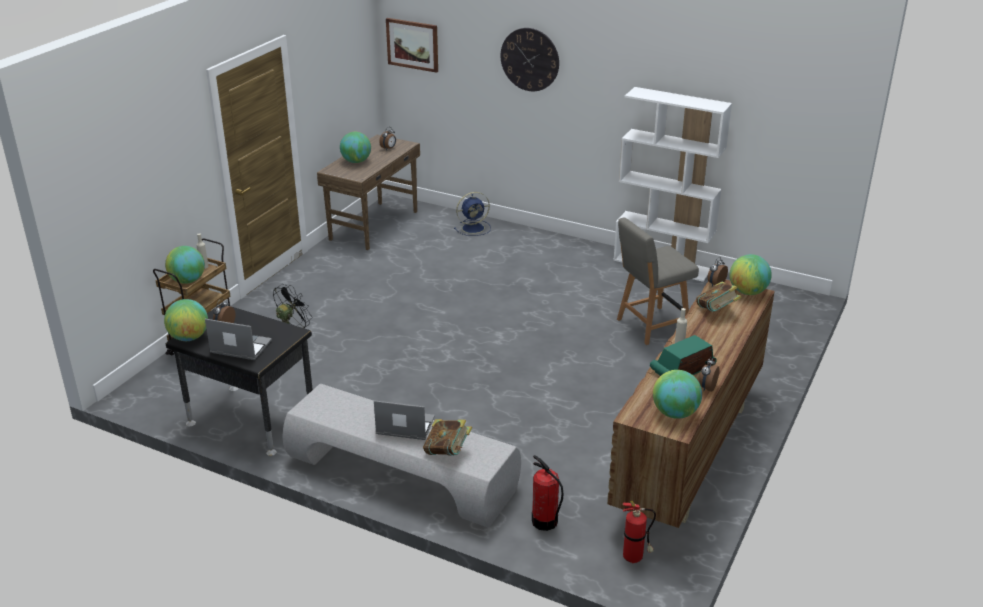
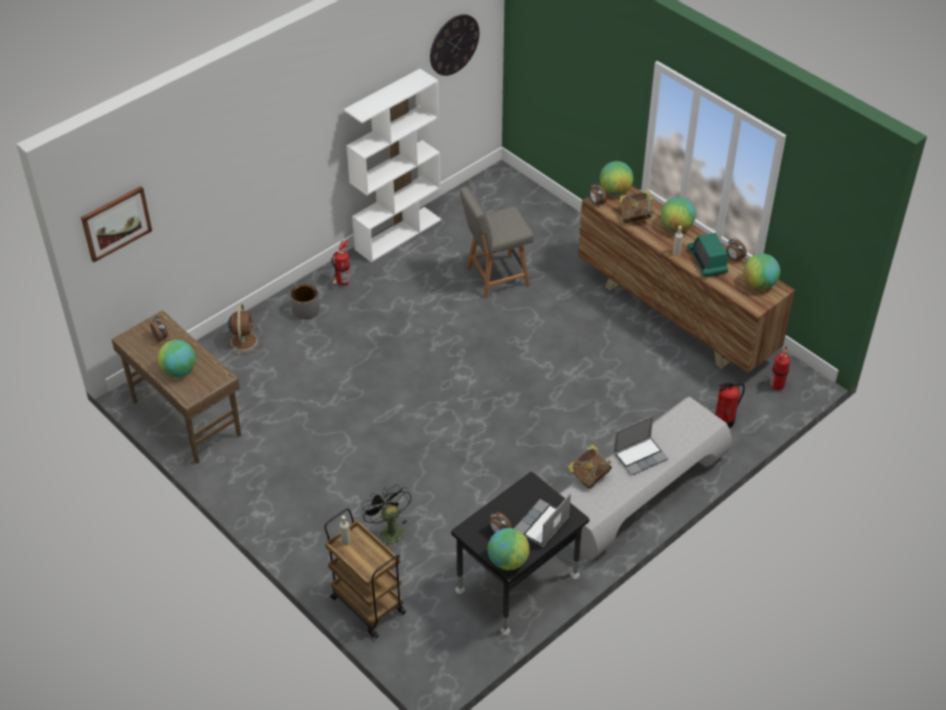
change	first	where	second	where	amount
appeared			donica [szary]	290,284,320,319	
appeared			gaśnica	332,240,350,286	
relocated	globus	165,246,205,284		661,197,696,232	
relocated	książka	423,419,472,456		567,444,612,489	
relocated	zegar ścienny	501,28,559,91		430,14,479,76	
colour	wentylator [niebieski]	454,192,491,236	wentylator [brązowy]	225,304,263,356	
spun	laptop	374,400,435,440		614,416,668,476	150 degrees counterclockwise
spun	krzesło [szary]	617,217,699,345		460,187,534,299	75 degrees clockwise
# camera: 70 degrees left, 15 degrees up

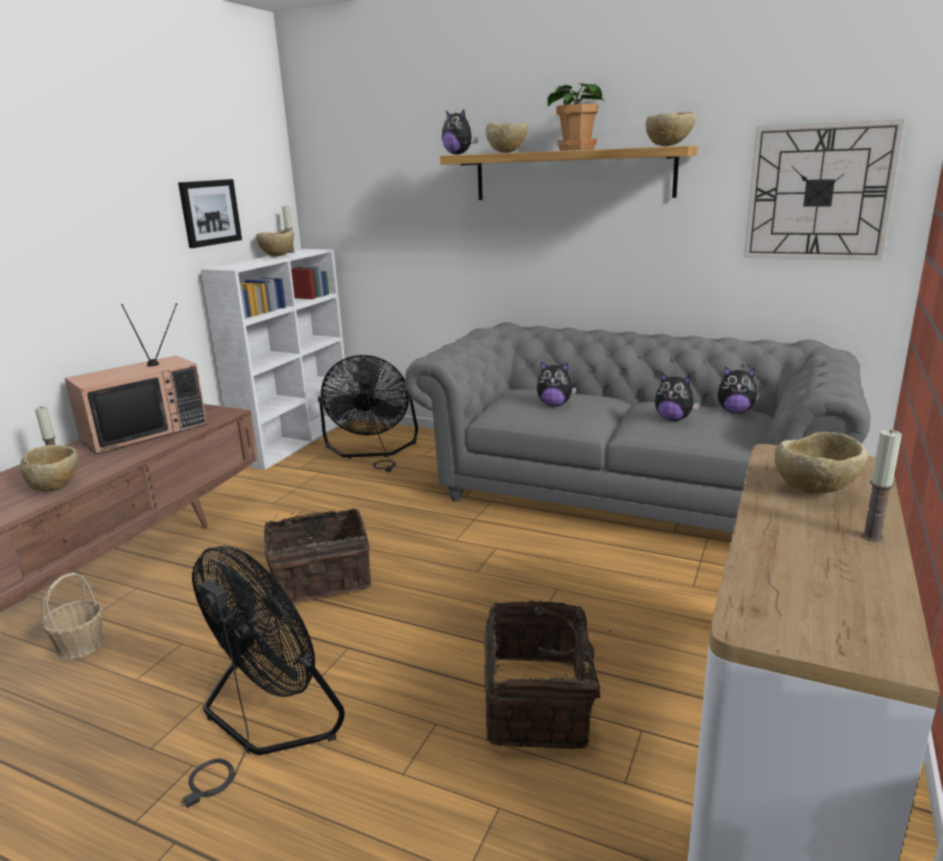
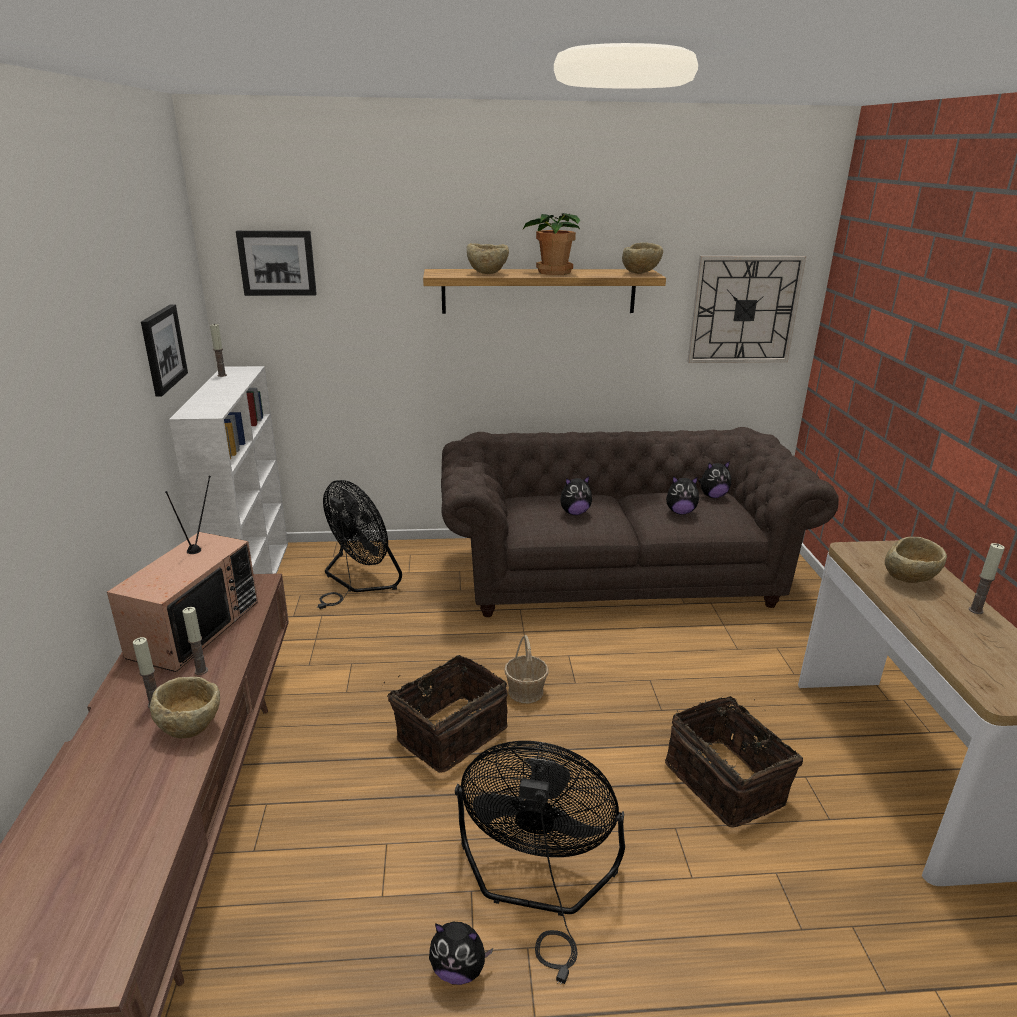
change	first	where	second	where	amount
missing	miska [beżowy]	256,229,294,256			
appeared			świeca	182,607,208,675	
appeared			obraz	236,230,317,296	
relocated	koszyk	41,573,105,659		504,635,548,703	
relocated	pluszak	442,109,478,155		429,922,493,985	
colour	kanapa [szary]	405,322,870,532	kanapa [brązowy]	441,427,839,617	
spun	wentylator [czarny]	318,355,418,472		317,480,402,609	75 degrees clockwise
# camera: 30 degrees left, 5 degrees up

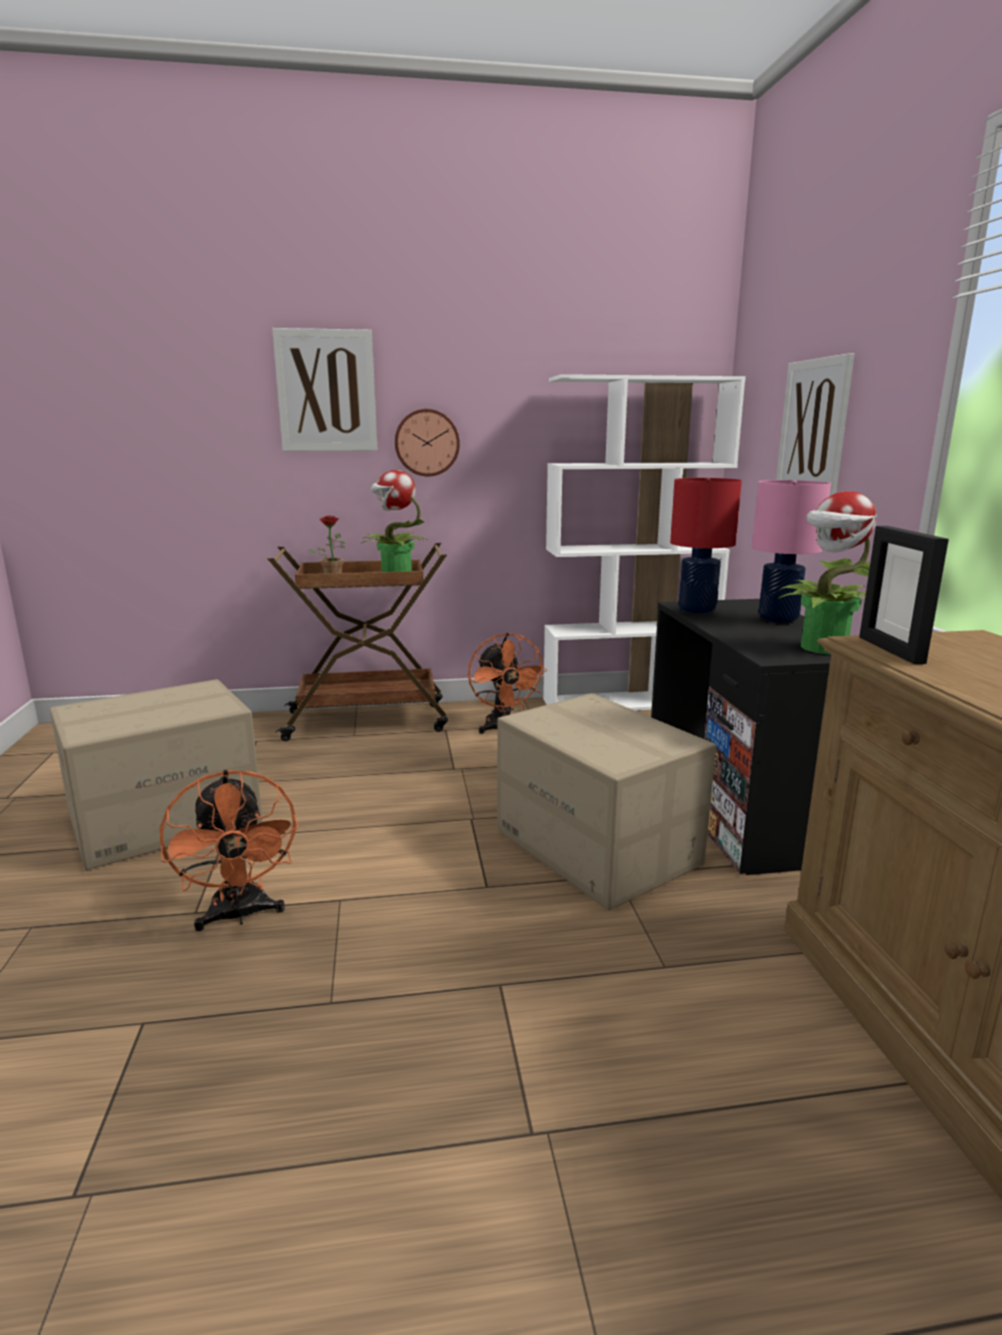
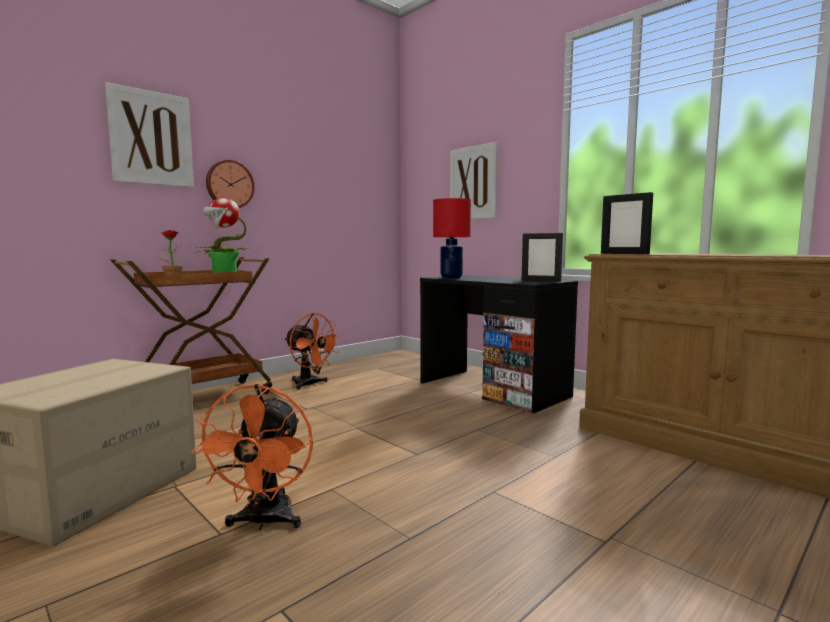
change	first	where	second	where	amount
missing	karton	497,693,716,910			
missing	regał [biały]	543,374,746,711			
missing	lampa stołowa [różowy]	752,480,831,623			
exchanged	roślina doniczkowa	778,491,877,655	ramka na zdjęcie	522,233,563,282	
spun	wentylator [pomarańczowy]	160,769,298,931		191,384,313,530	60 degrees clockwise
# camera: 35 degrees left, 10 degrees down

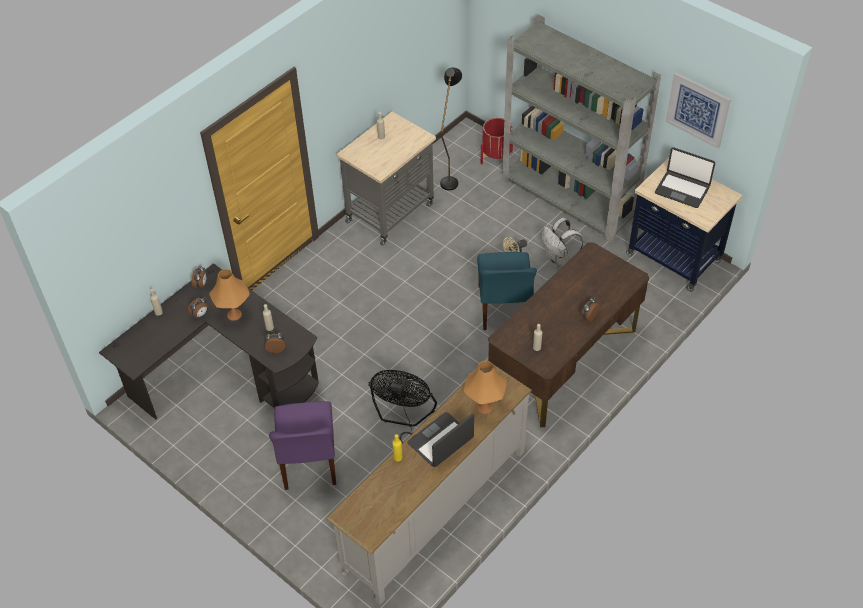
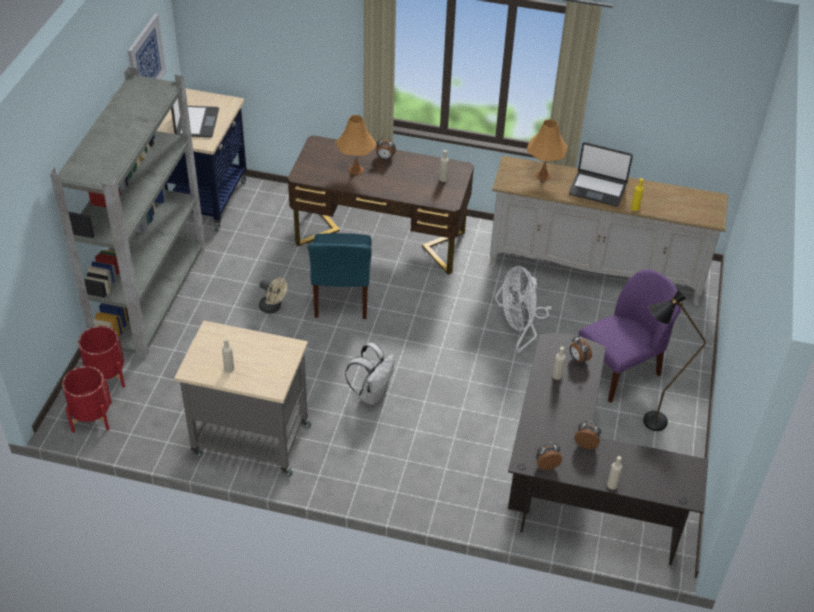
change	first	where	second	where	amount
appeared			donica [czerwony]	62,366,112,433	
relocated	lampa stołowa [pomarańczowy]	209,269,250,321		336,115,377,175	
relocated	lampa stojąca [czarny]	440,67,462,190		643,290,706,431	
relocated	plecak [biały]	542,218,583,267		345,342,395,405	
colour	wentylator [czarny]	368,370,437,443	wentylator [biały]	495,266,553,353	
spun	krzesło [niebieski]	477,252,537,330		308,233,372,319	120 degrees clockwise
# camera: 120 degrees left, 5 degrees down

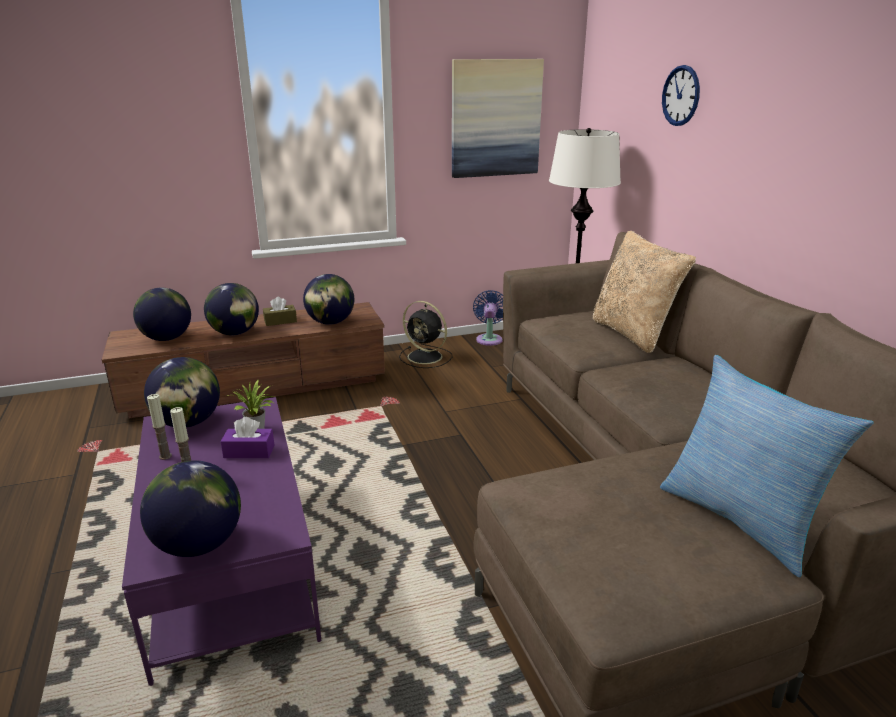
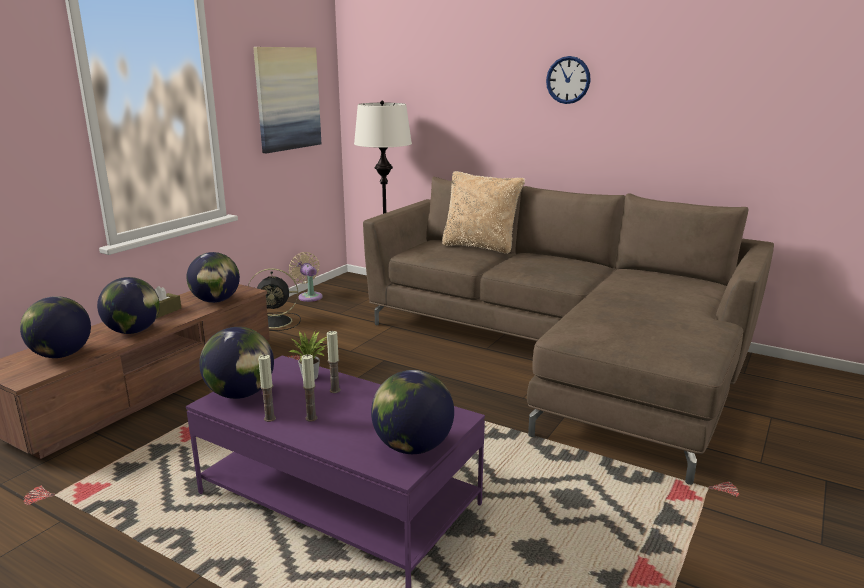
change	first	where	second	where	amount
missing	poduszka	660,355,874,578			
relocated	zegar ścienny	662,65,700,126		546,56,591,104	
exchanged	pudełko chusteczek [fioletowy]	220,417,274,458	świeca	327,331,341,393	
colour	wentylator [niebieski]	473,290,503,346	wentylator [beżowy]	289,252,323,302	
# camera: 40 degrees left, 5 degrees down

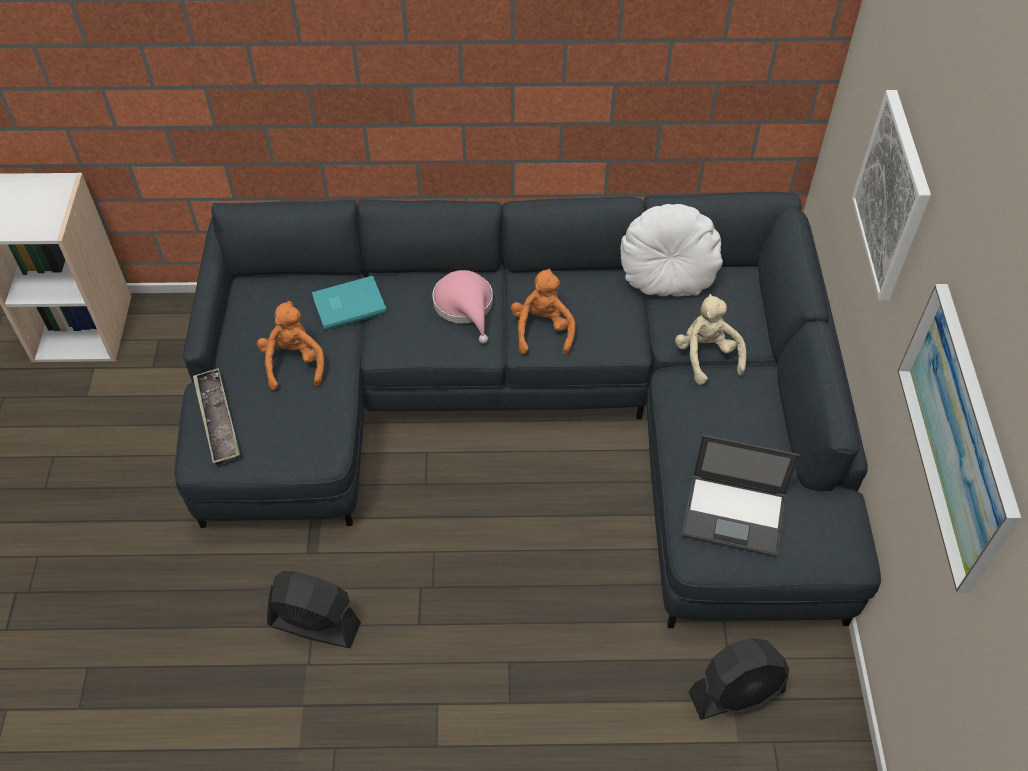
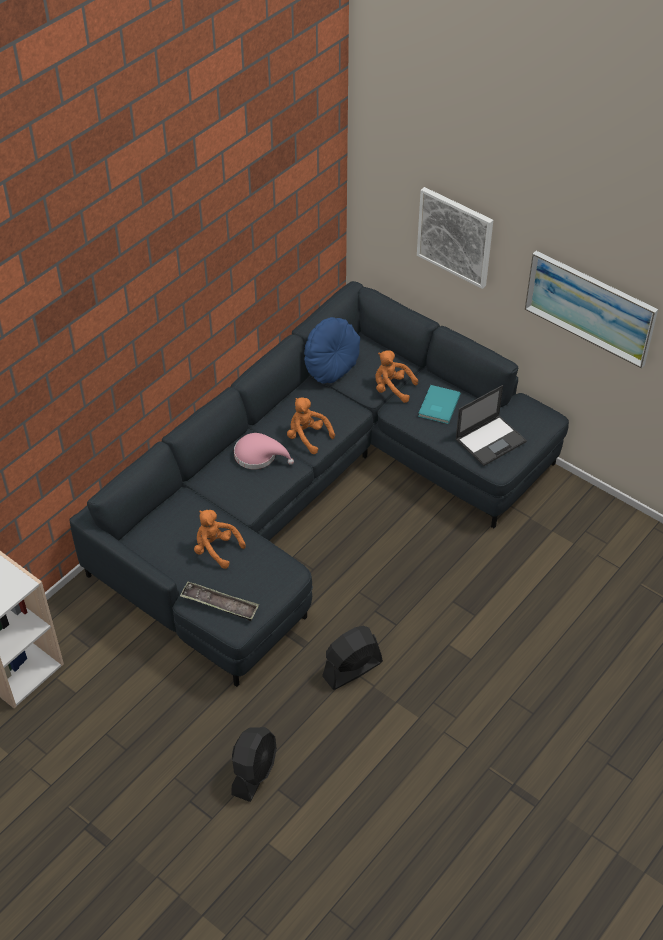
change	first	where	second	where	amount
relocated	książka [turkusowy]	312,276,387,330		418,385,461,424	
relocated	wentylator [czarny]	689,638,789,720		231,727,277,802	
colour	poduszka [biały]	621,204,723,297	poduszka [niebieski]	304,317,360,384	
colour	pluszak [beżowy]	675,294,747,385	pluszak [pomarańczowy]	375,350,418,403	
# camera: 50 degrees left, 5 degrees down

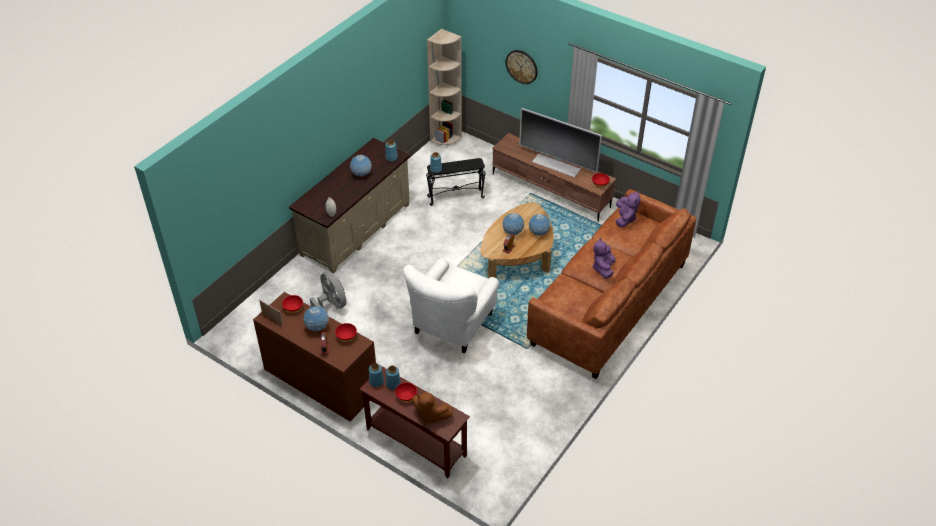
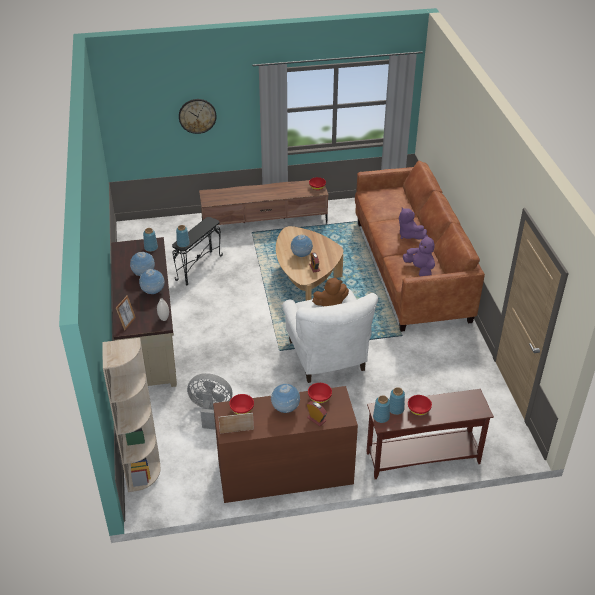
change	first	where	second	where	amount
missing	telewizor	519,108,602,177			
appeared			ramka na zdjęcie	116,295,136,330	
relocated	pluszak [brązowy]	412,393,453,425		312,278,349,306	
relocated	regał [beżowy]	427,29,462,146		102,338,161,492	
relocated	globus	529,214,551,236		139,269,165,294	
relocated	pluszak [fioletowy]	616,191,640,228		403,234,435,276	
# camera: 45 degrees left, 5 degrees down

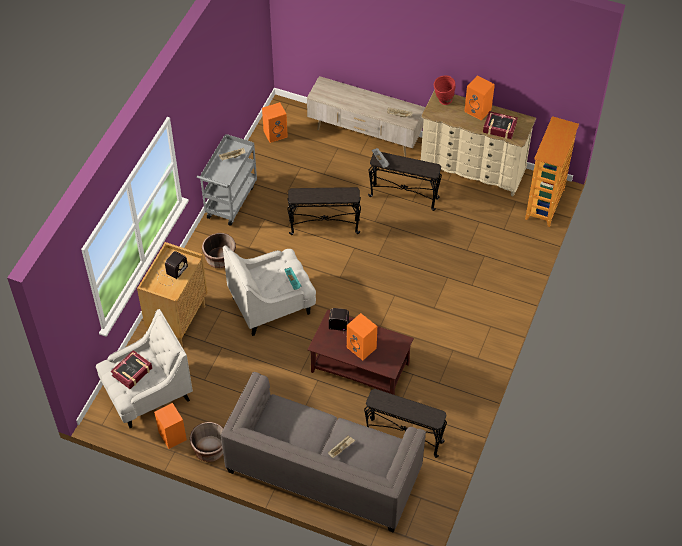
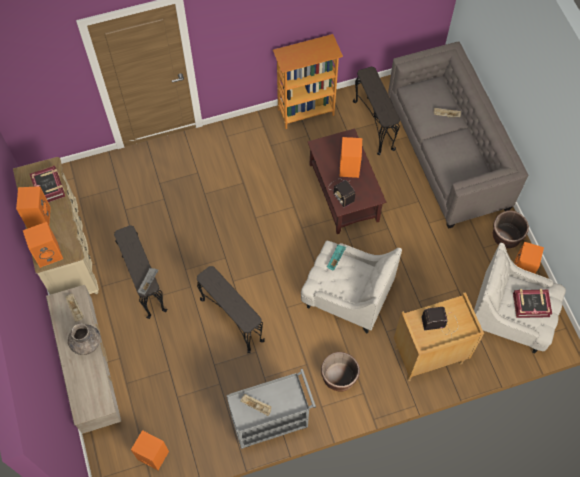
change	first	where	second	where	amount
appeared			wazon [szary]	68,324,101,355	
relocated	regał	525,116,579,227		273,34,343,129	
exchanged	wazon [czerwony]	434,75,455,105	głośnik [pomarańczowy]	23,222,63,268	
# camera: 130 degrees left, 10 degrees up

